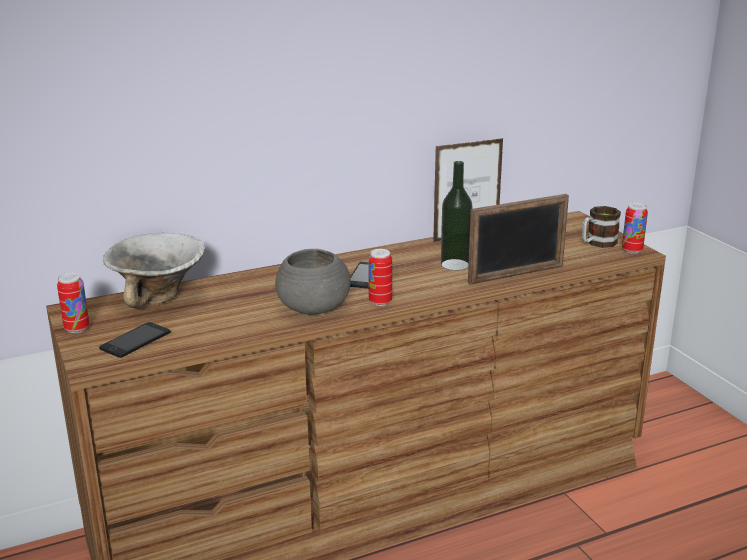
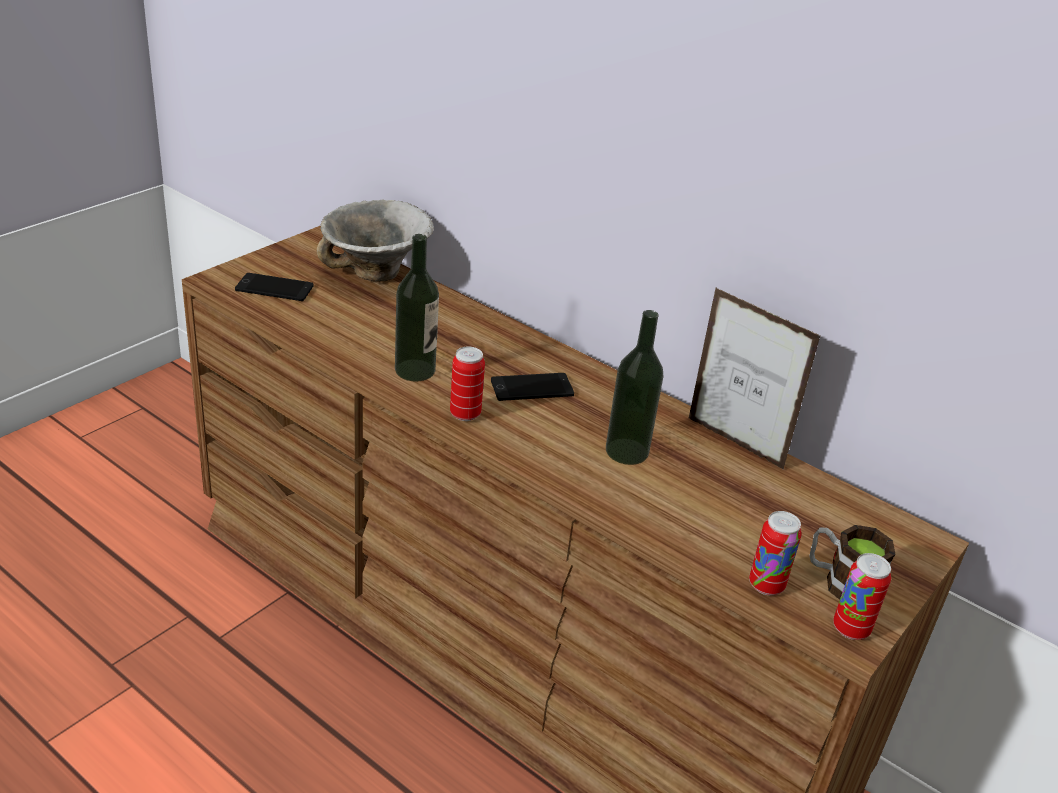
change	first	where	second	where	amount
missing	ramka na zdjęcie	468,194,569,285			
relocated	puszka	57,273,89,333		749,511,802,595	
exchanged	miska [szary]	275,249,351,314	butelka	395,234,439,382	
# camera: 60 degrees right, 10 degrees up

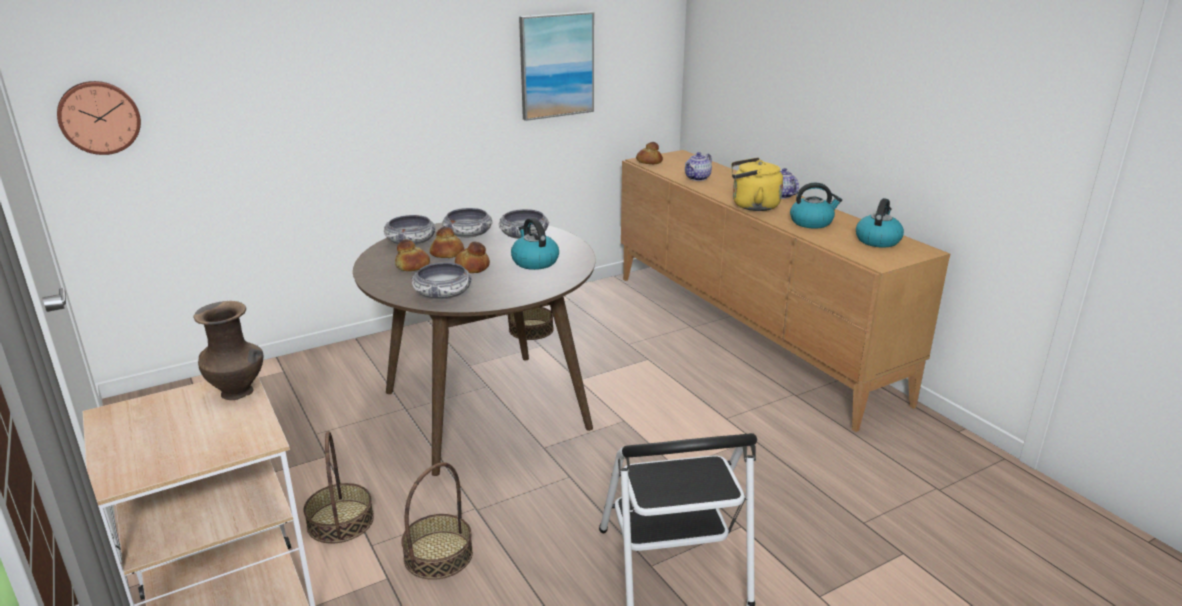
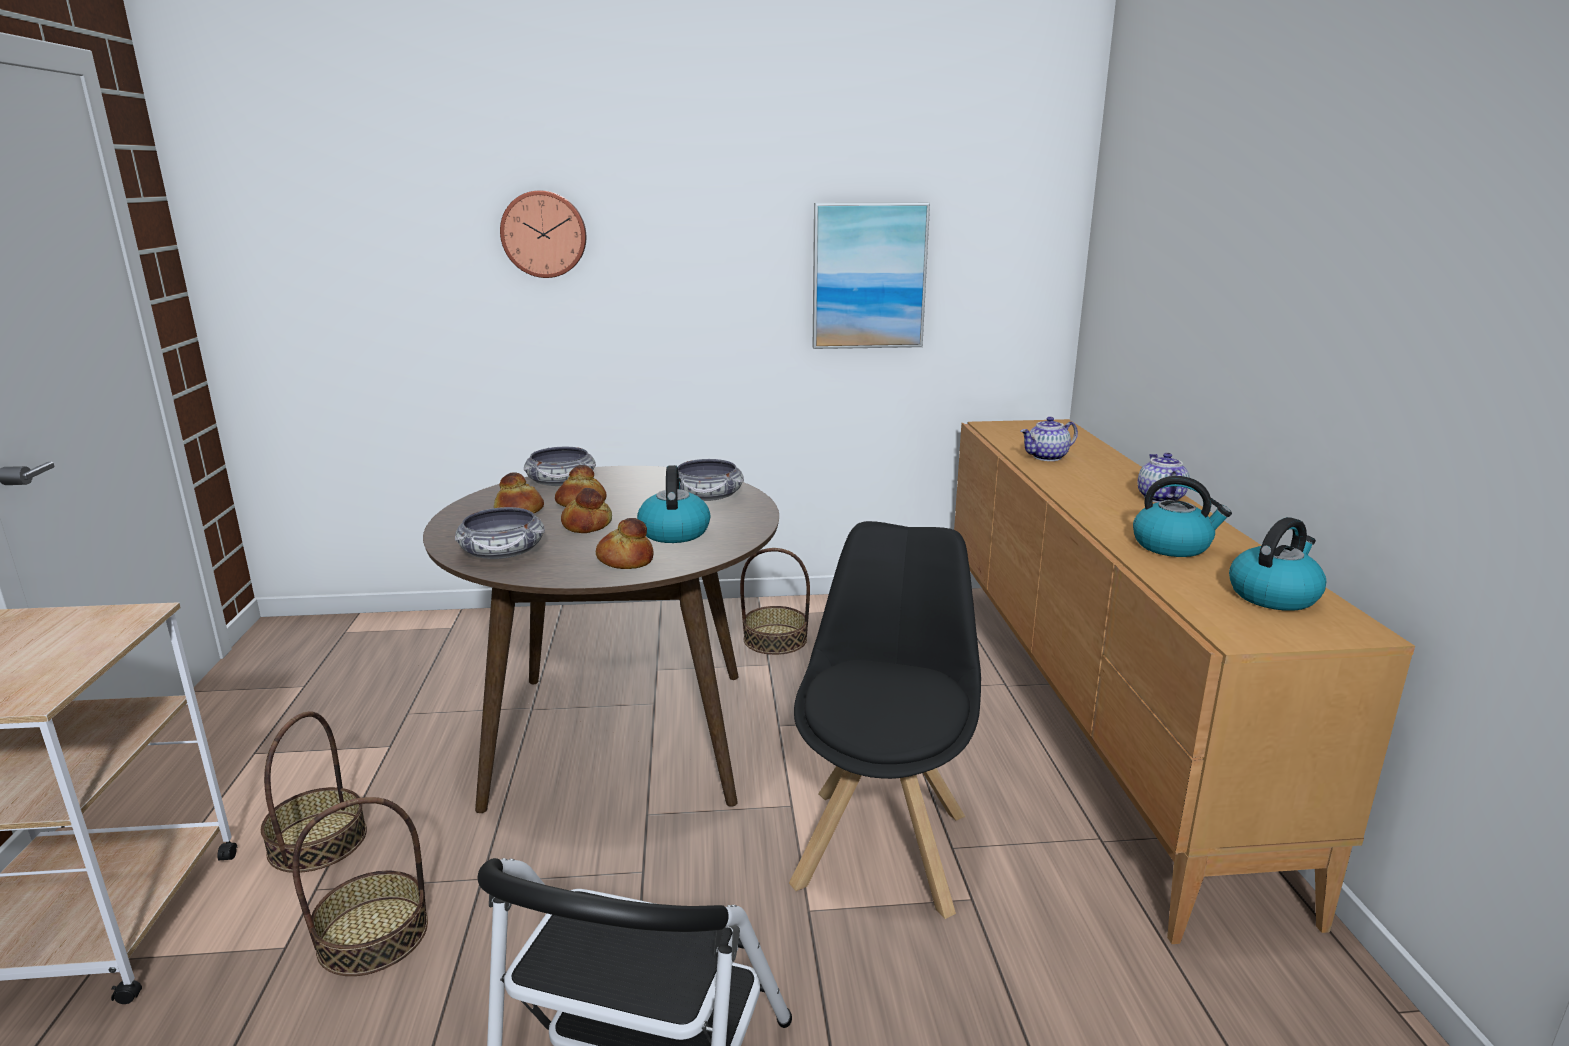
change	first	where	second	where	amount
missing	wazon [brązowy]	193,301,264,400			
missing	miska	442,208,493,238			
missing	czajnik [żółty]	731,158,783,211			
appeared			krzesło [czarny]	789,521,981,919	
relocated	zegar ścienny	57,81,141,155		500,190,586,278	
relocated	chleb	636,142,663,164		596,518,653,569	
# camera: 25 degrees right, 5 degrees down

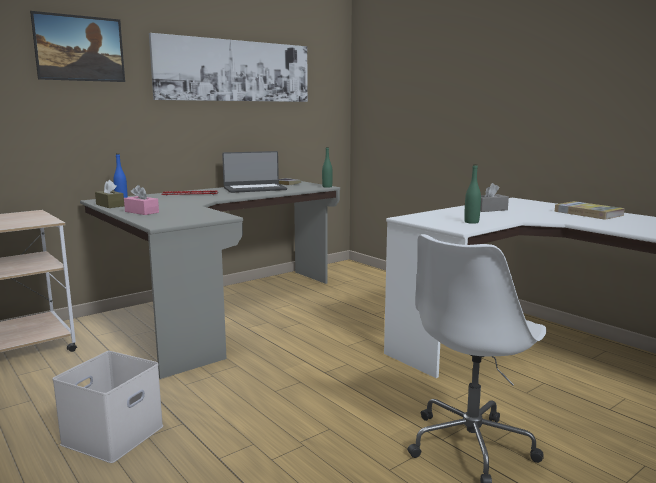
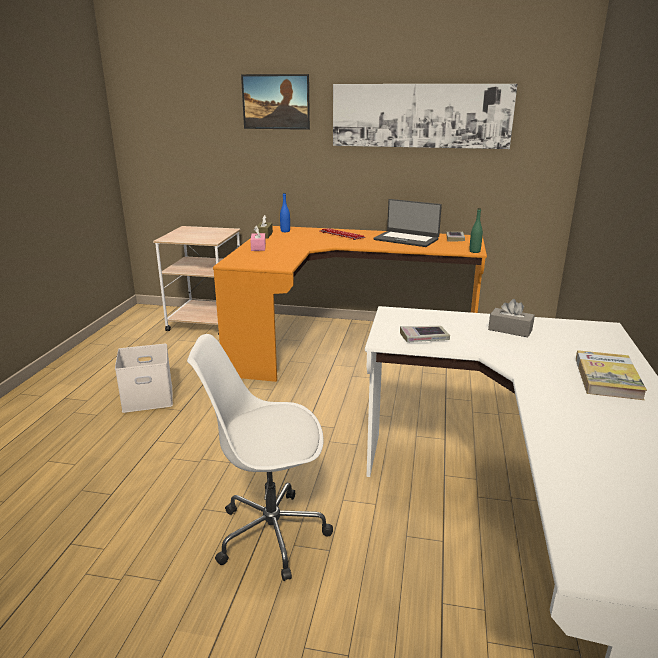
change	first	where	second	where	amount
exchanged	butelka [zielony]	464,164,481,224	książka	400,326,450,342	
colour	biurko [szary]	80,181,340,379	biurko [pomarańczowy]	213,226,487,382	
# camera: 50 degrees right, 10 degrees up

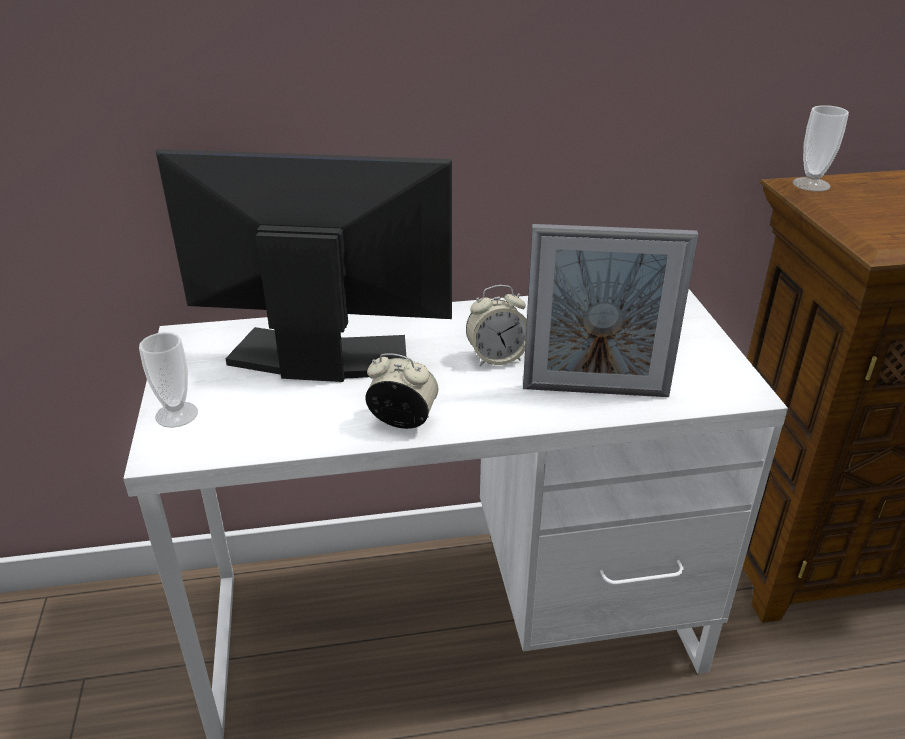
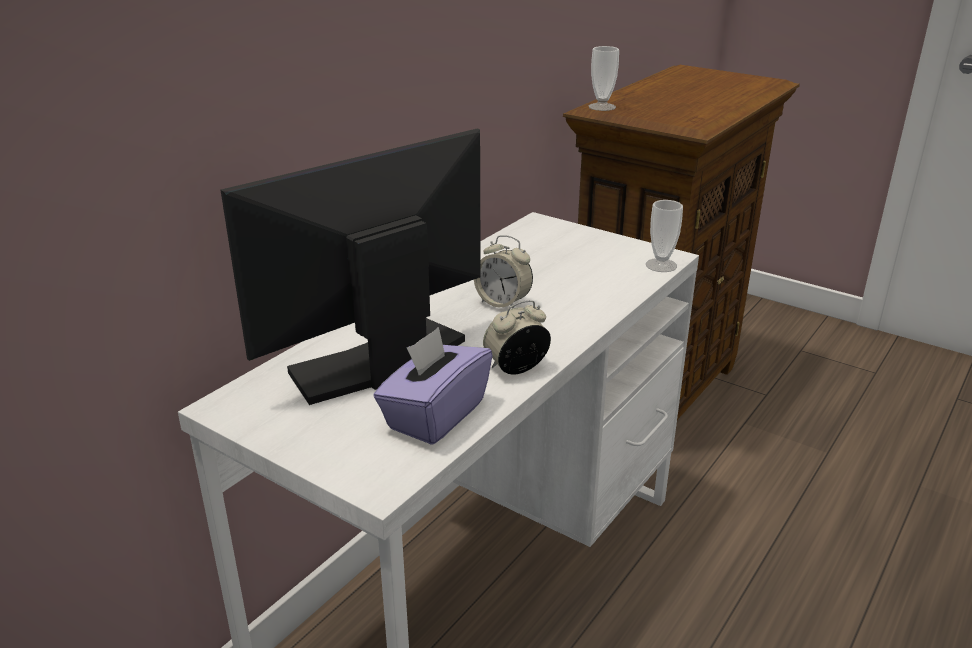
change	first	where	second	where	amount
missing	ramka na zdjęcie	523,224,698,397			
appeared			pudełko chusteczek [fioletowy]	373,327,493,445	
relocated	filiżanka	139,332,198,428		646,200,683,272	
spun	budzik	466,285,527,366		474,235,533,309	90 degrees clockwise
# camera: 45 degrees left, 5 degrees down

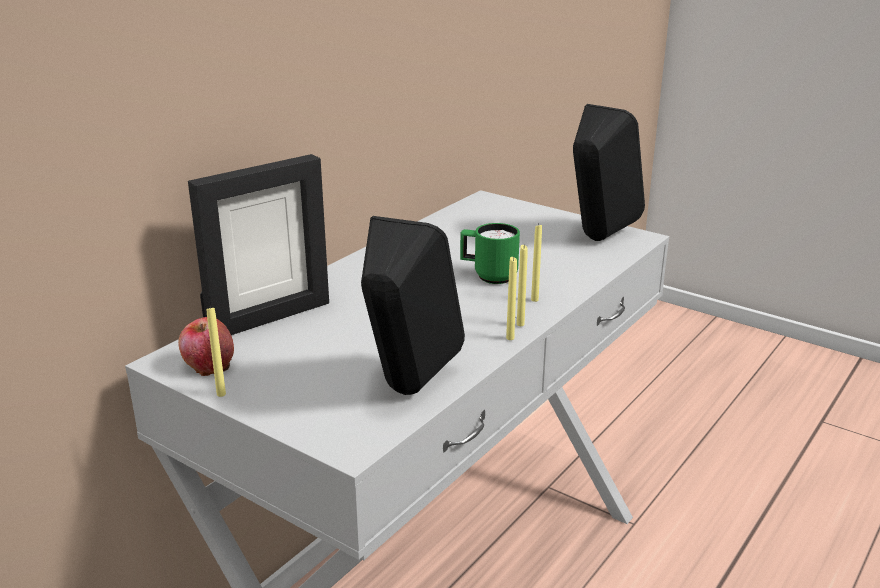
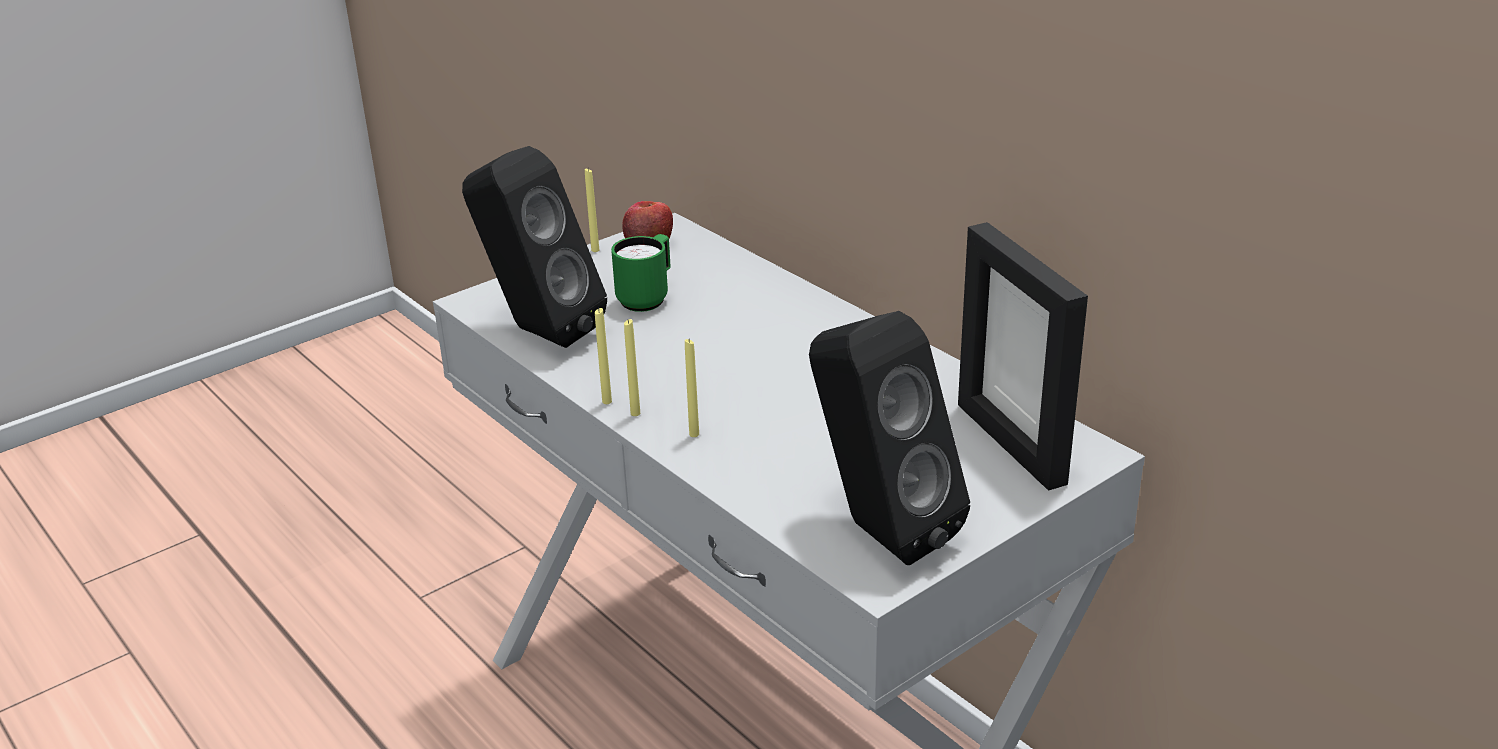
change	first	where	second	where	amount
relocated	ramka na zdjęcie	188,154,329,335		958,222,1088,491	
relocated	kubek [zielony]	460,223,520,284		611,234,671,312	
# camera: 105 degrees right, 5 degrees up

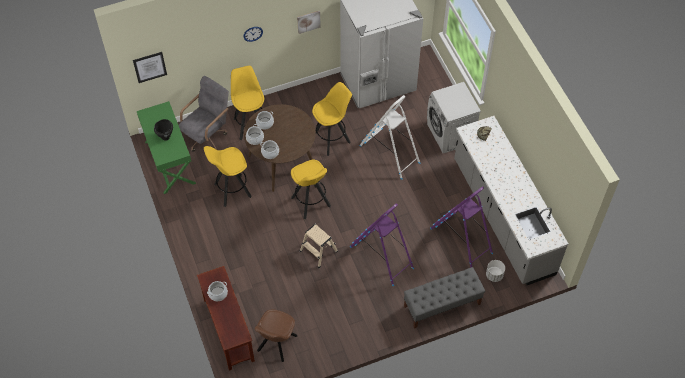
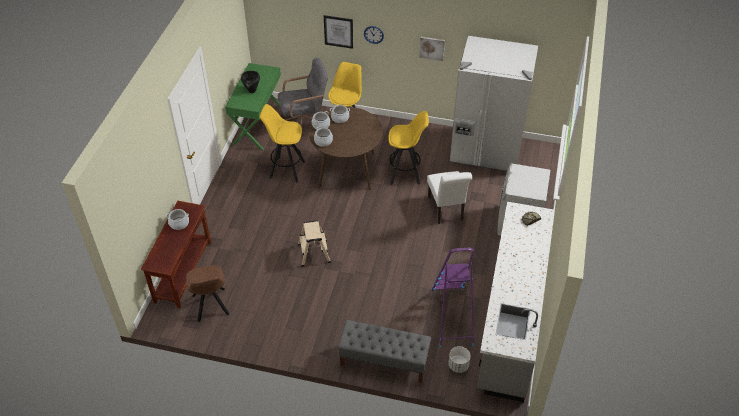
change	first	where	second	where	amount
missing	stołek [żółty]	291,160,331,219			
missing	drabinka [fioletowy]	350,203,414,287			
relocated	obraz	133,52,167,83		324,15,353,49	
exchanged	drabinka [biały]	359,95,421,180	krzesło [biały]	427,171,472,224	
spun	krzesło [brązowy]	255,309,297,362		186,265,229,322	75 degrees counterclockwise
# camera: 35 degrees right, 10 degrees down

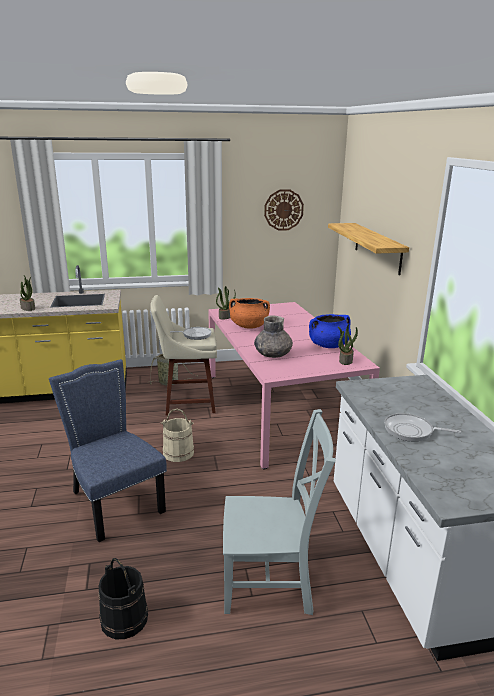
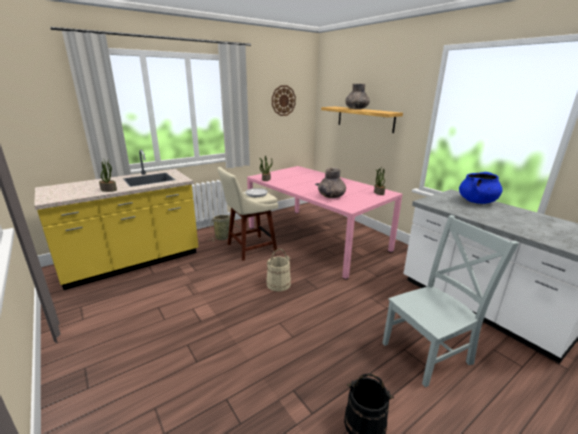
change	first	where	second	where	amount
missing	krzesło [niebieski]	49,359,167,542			
missing	garnek [pomarańczowy]	229,298,270,329			
missing	patelnia	384,413,461,442			
appeared			wazon [szary]	345,84,370,109	
relocated	garnek [niebieski]	309,314,351,348		459,172,503,204	
# camera: 25 degrees left, 0 degrees up

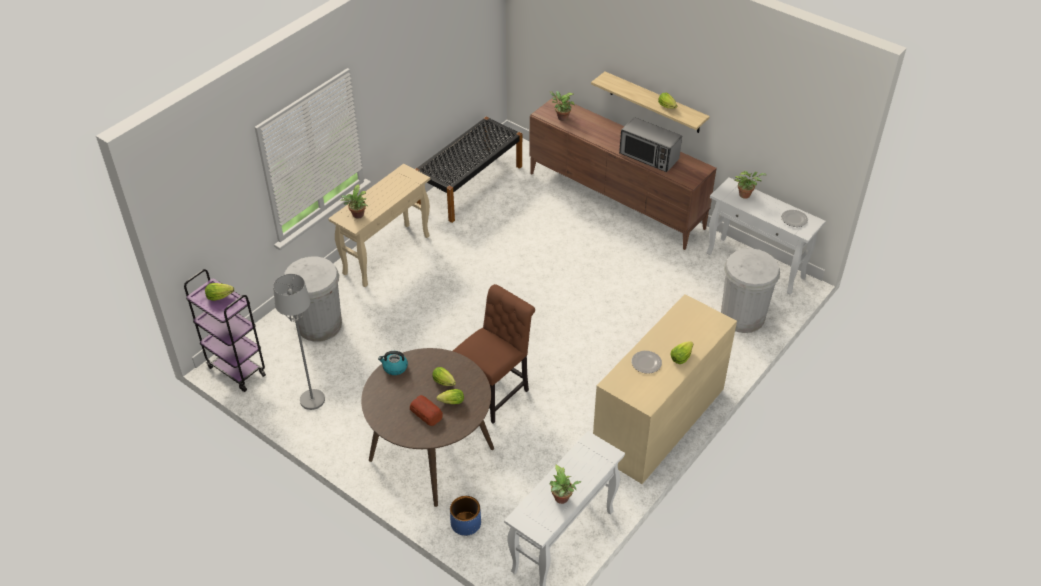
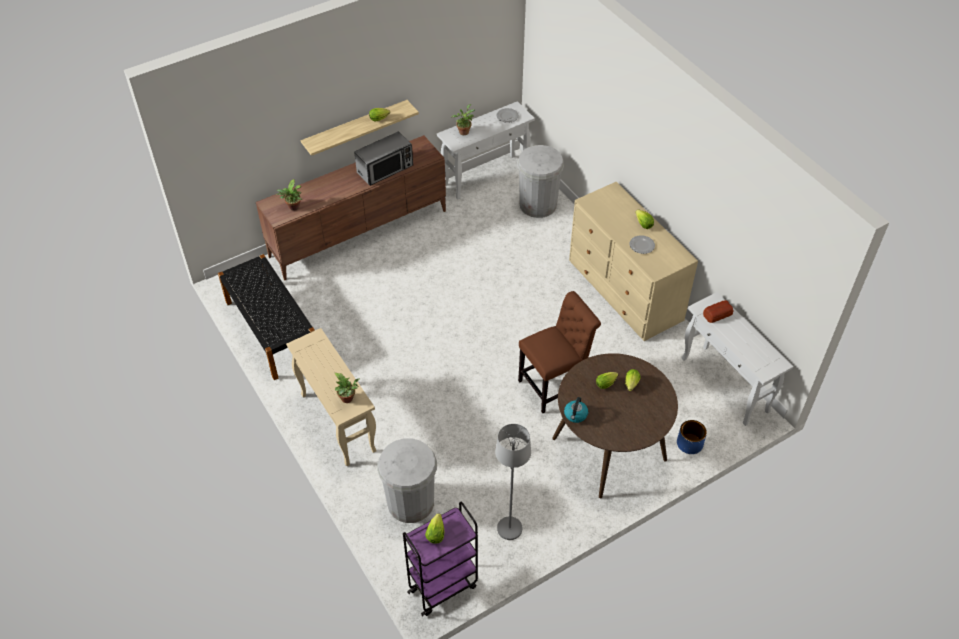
change	first	where	second	where	amount
missing	roślina doniczkowa	550,464,581,504			
relocated	chleb	410,395,443,426		703,300,733,323	
spun	krzesło [brązowy]	453,284,535,424		518,291,601,413	90 degrees clockwise
# camera: 70 degrees left, 5 degrees up

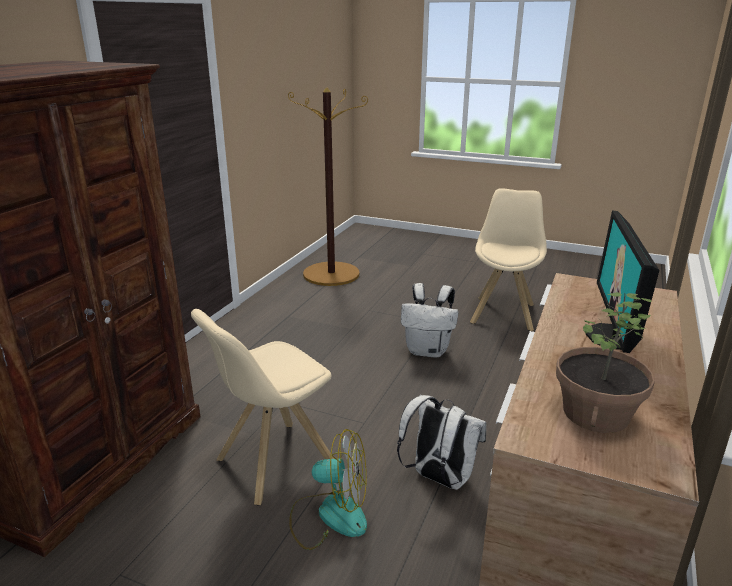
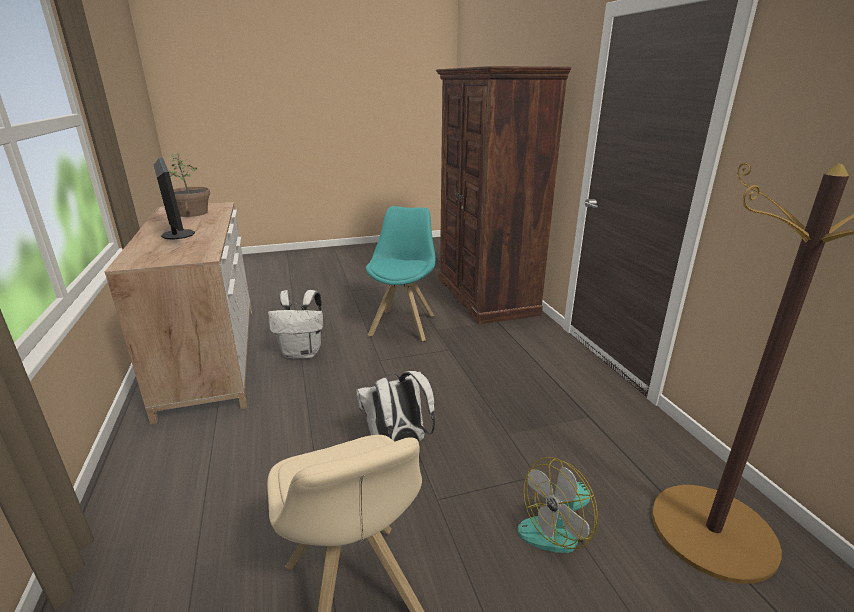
change	first	where	second	where	amount
relocated	wentylator	289,429,367,550		517,457,598,553	
colour	krzesło [beżowy]	191,309,334,505	krzesło [turkusowy]	366,206,435,342	
# camera: 140 degrees right, 0 degrees up

